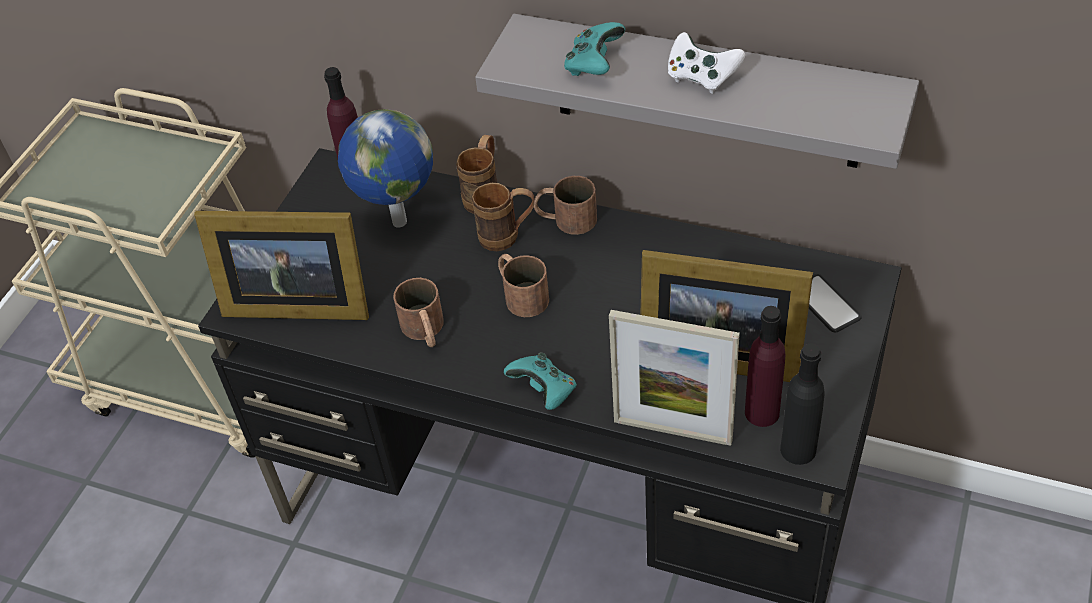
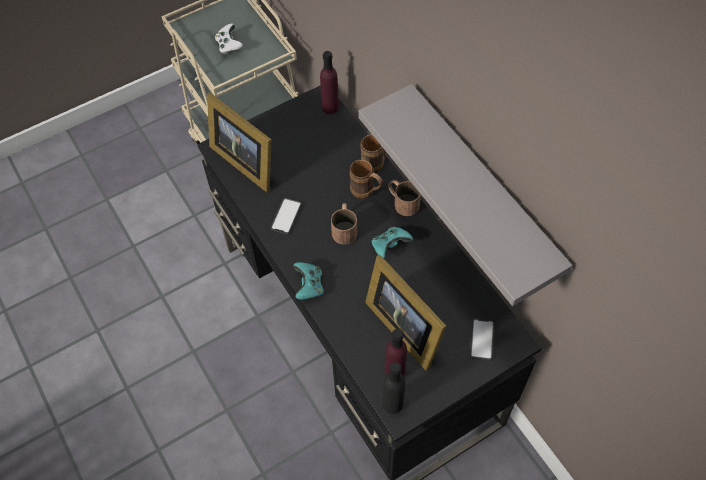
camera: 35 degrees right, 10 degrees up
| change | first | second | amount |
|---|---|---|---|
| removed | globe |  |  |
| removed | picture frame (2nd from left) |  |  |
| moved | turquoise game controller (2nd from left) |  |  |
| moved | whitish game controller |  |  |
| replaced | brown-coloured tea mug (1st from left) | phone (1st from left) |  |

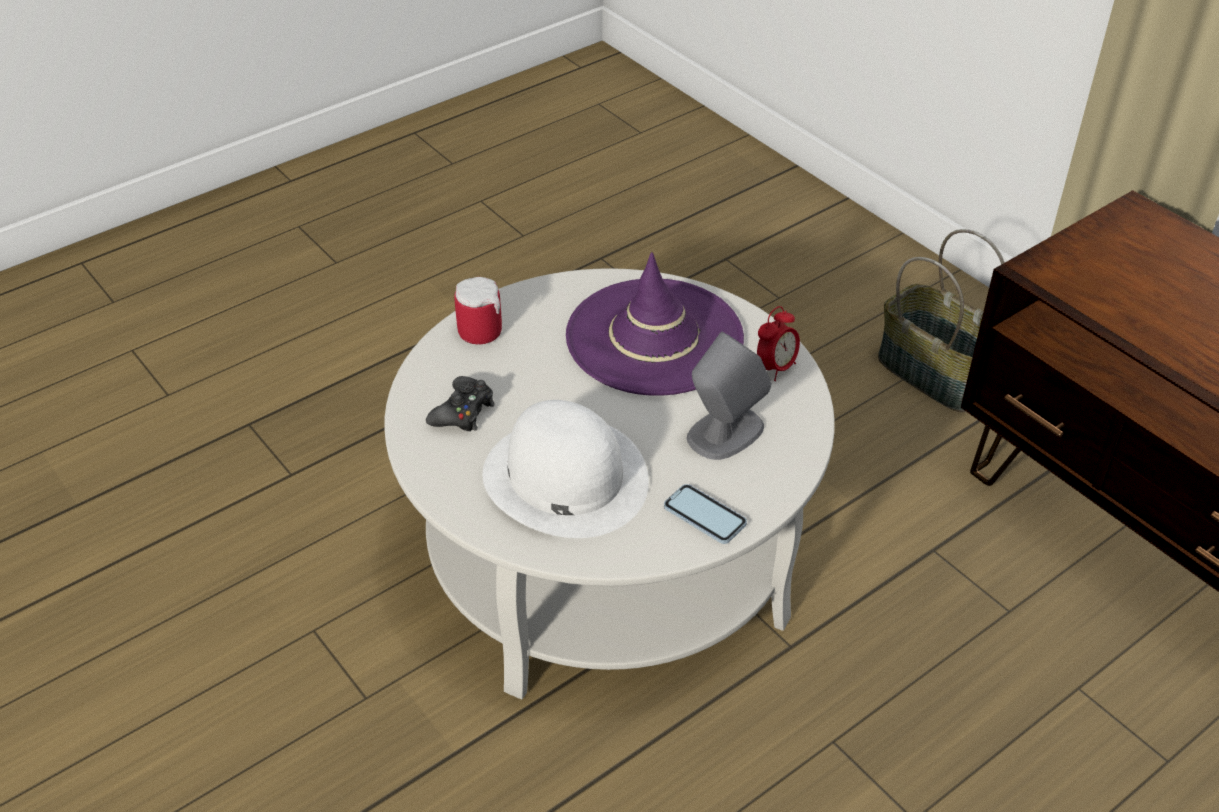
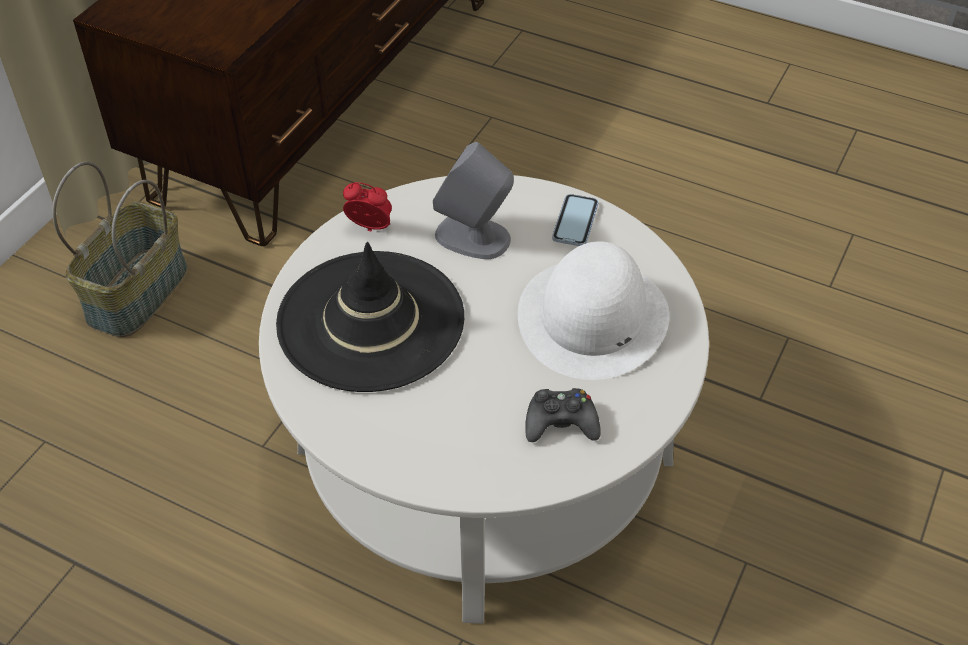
camera: 115 degrees left, 5 degrees up
| change | first | second | amount |
|---|---|---|---|
| removed | tea mug |  |  |
| recoloured | purple hat | black hat |  |

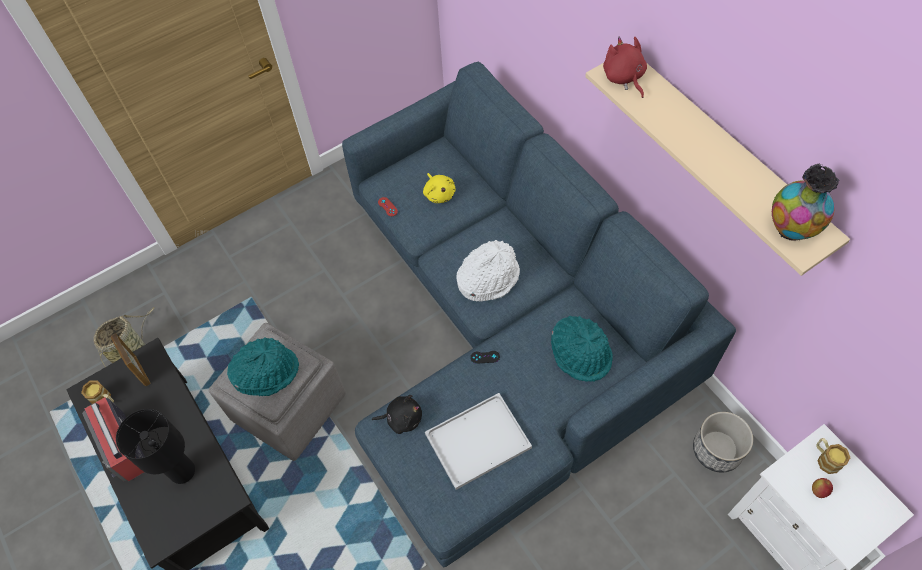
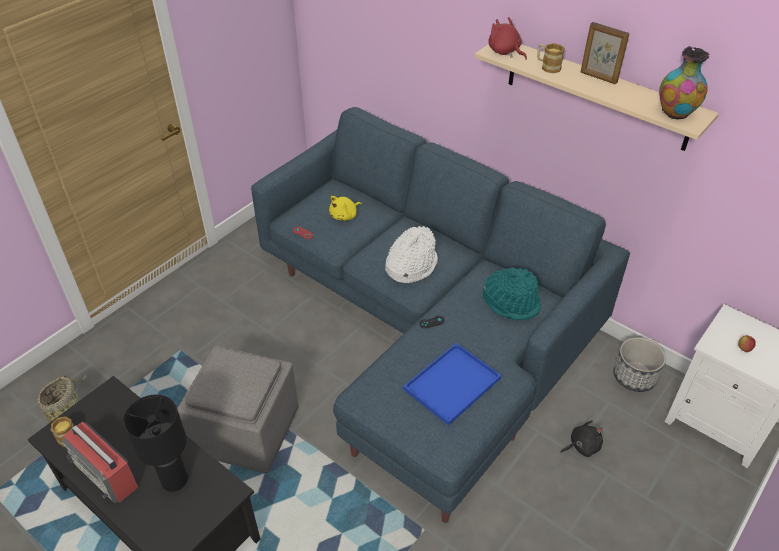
camera: 20 degrees left, 15 degrees down
| change | first | second | amount |
|---|---|---|---|
| removed | turquoise hat (1st from left) |  |  |
| moved | picture frame |  |  |
| moved | black cuddly toy |  |  |
| moved | tea mug (2nd from left) |  |  |
| recoloured | whitish tray | blue-coloured tray |  |
| turned | yellowish cuddly toy |  | 90 degrees clockwise |

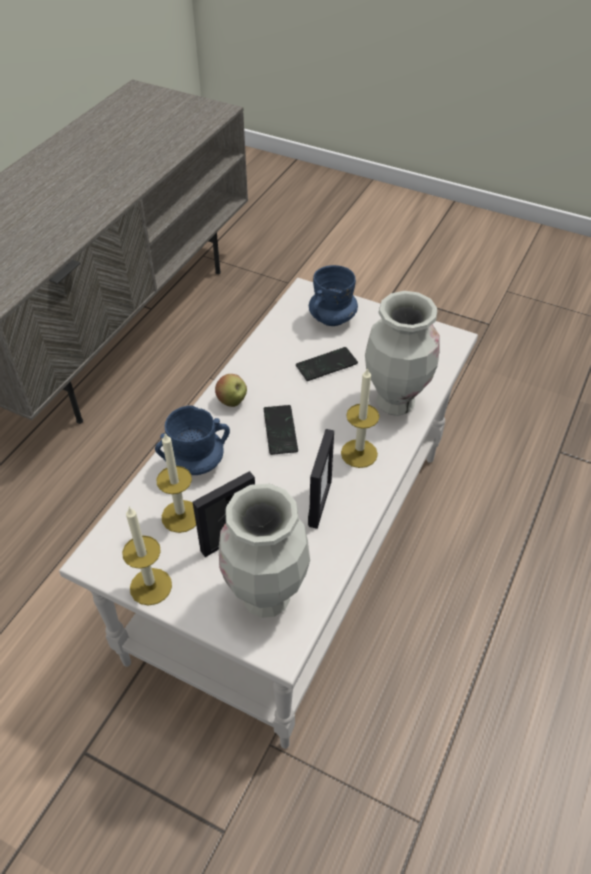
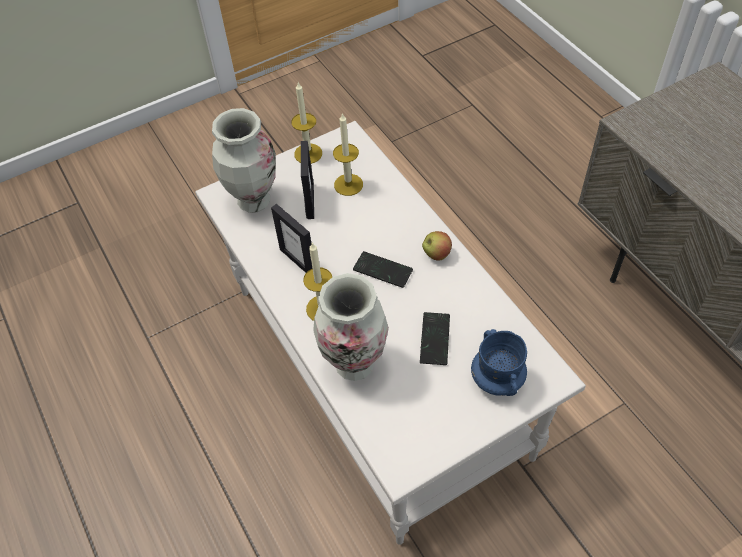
camera: 125 degrees right, 5 degrees up
| change | first | second | amount |
|---|---|---|---|
| removed | blue-coloured tea mug (1st from left) |  |  |

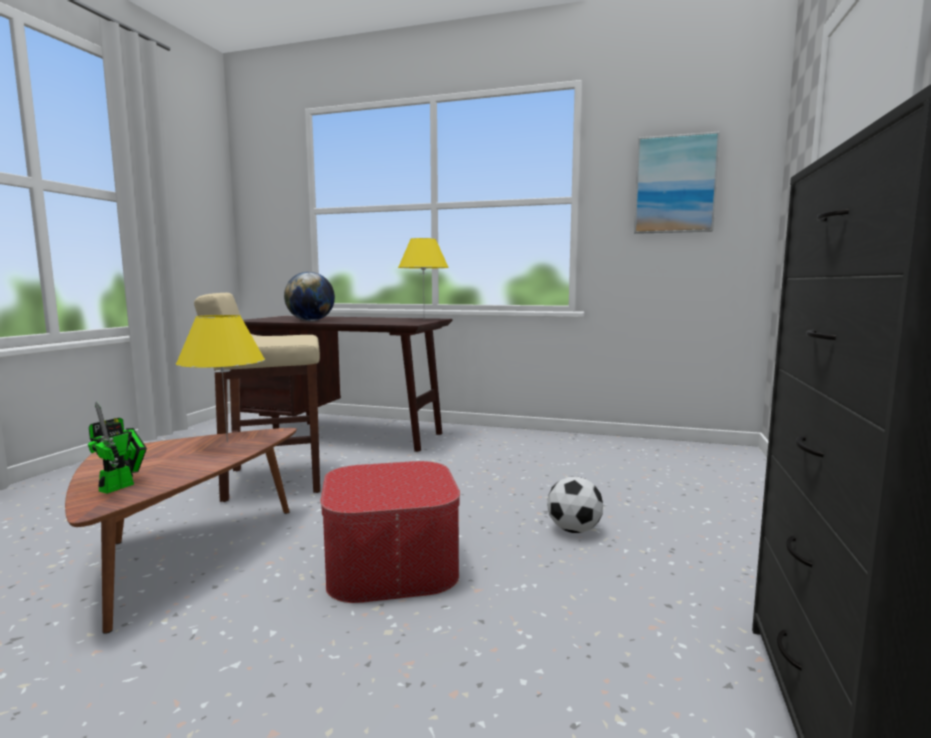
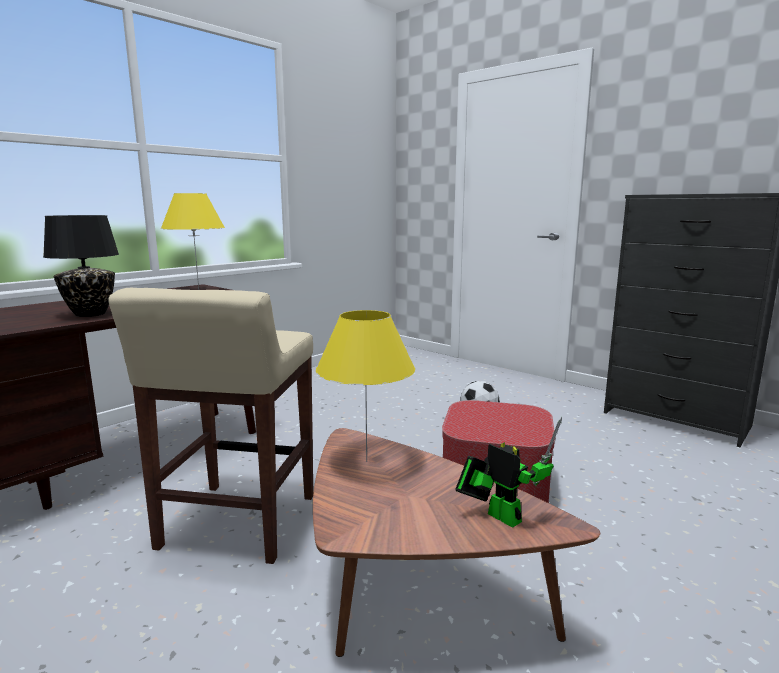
camera: 65 degrees left, 5 degrees up
| change | first | second | amount |
|---|---|---|---|
| removed | wall art |  |  |
| replaced | globe | black lamp for a table |  |

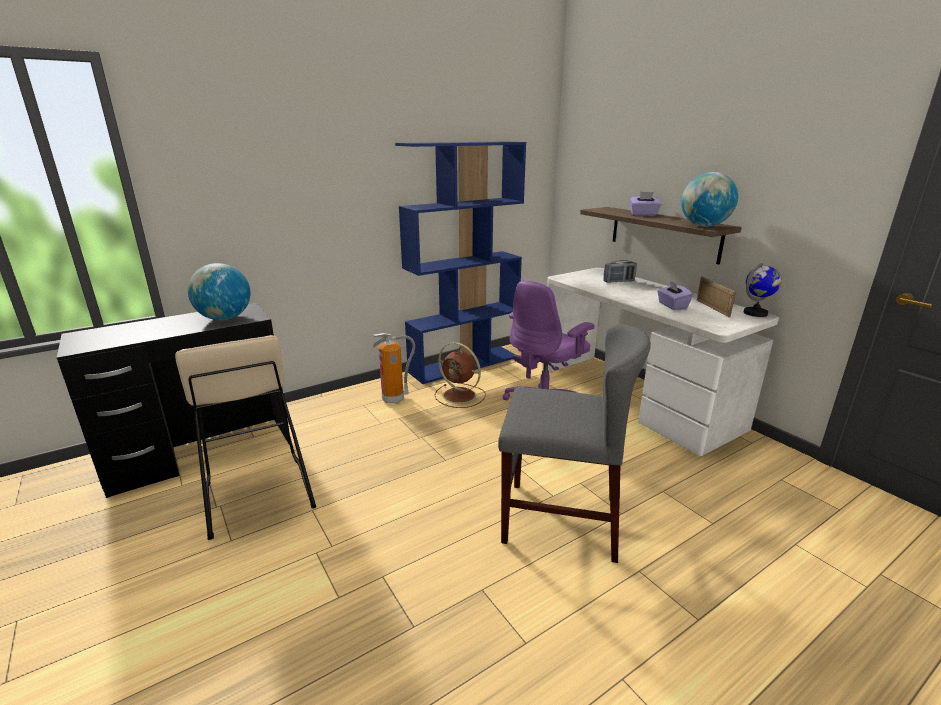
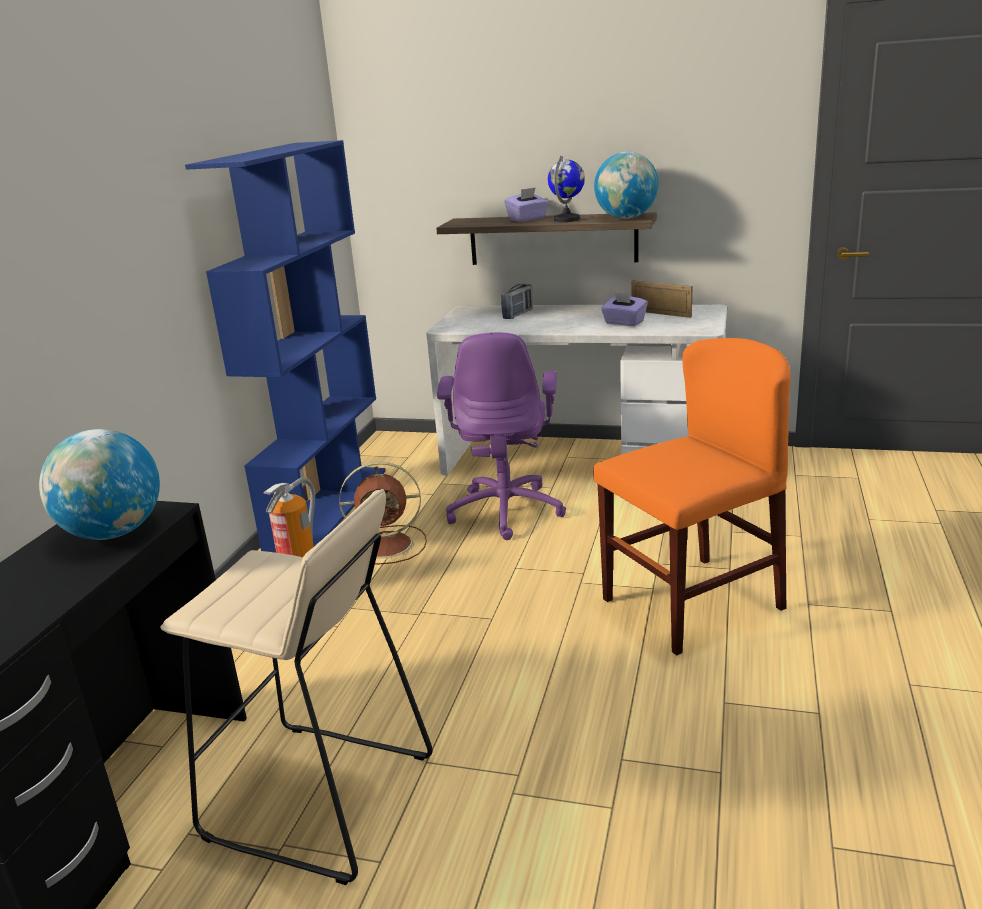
camera: 40 degrees left, 0 degrees up
| change | first | second | amount |
|---|---|---|---|
| moved | globe (3rd from left in the first image) | globe (2nd from left) |  |
| recoloured | grey upright chair | orange-coloured upright chair |  |

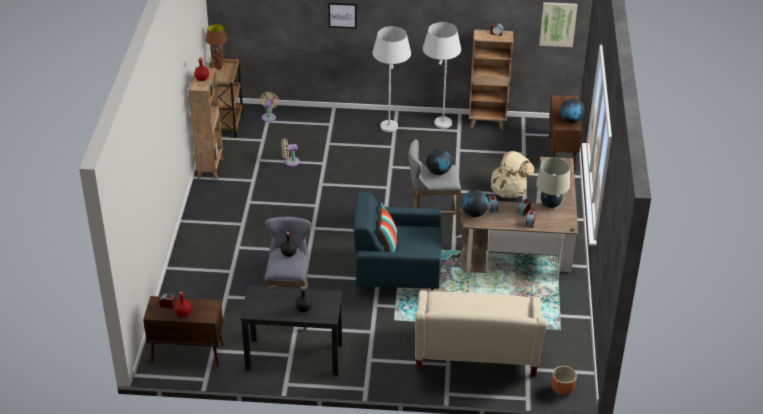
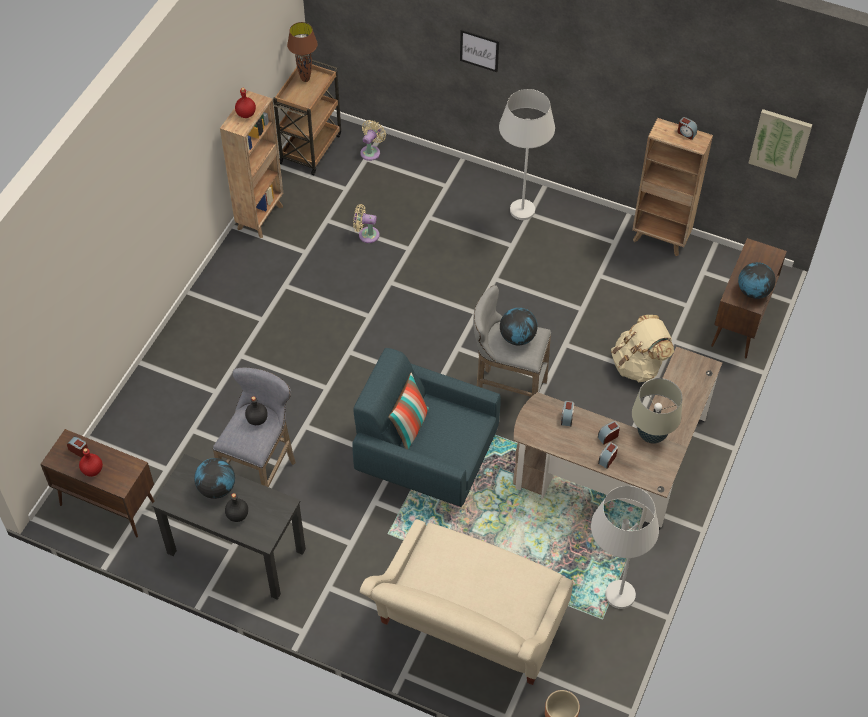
camera: 20 degrees right, 15 degrees up
| change | first | second | amount |
|---|---|---|---|
| moved | whitish standard lamp (2nd from left) |  |  |
| moved | globe (2nd from left in the first image) | globe (1st from left) |  |

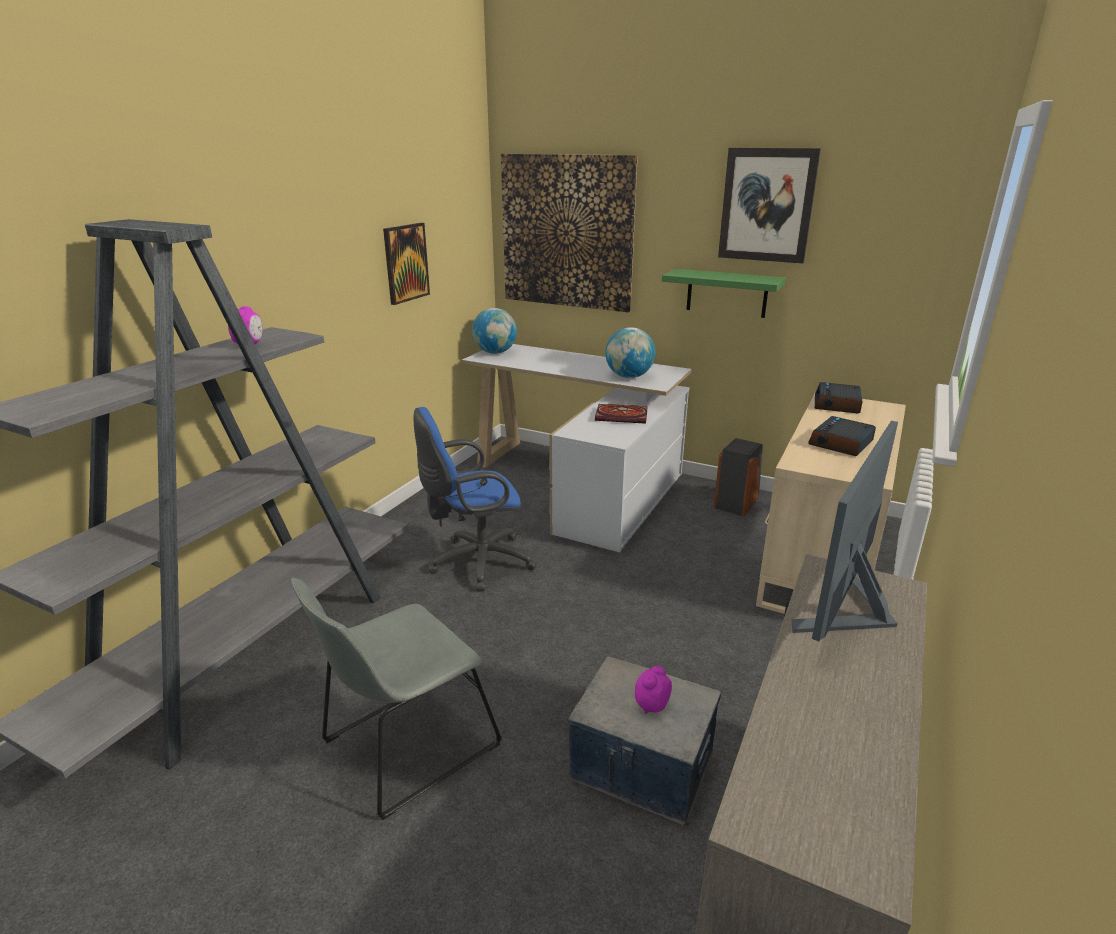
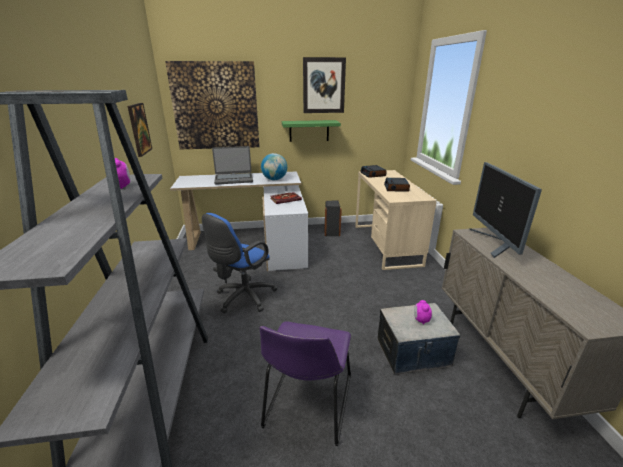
camera: 35 degrees left, 0 degrees up
| change | first | second | amount |
|---|---|---|---|
| removed | globe (1st from left) |  |  |
| added |  | portable computer |  |
| recoloured | grey upright chair | purple upright chair |  |

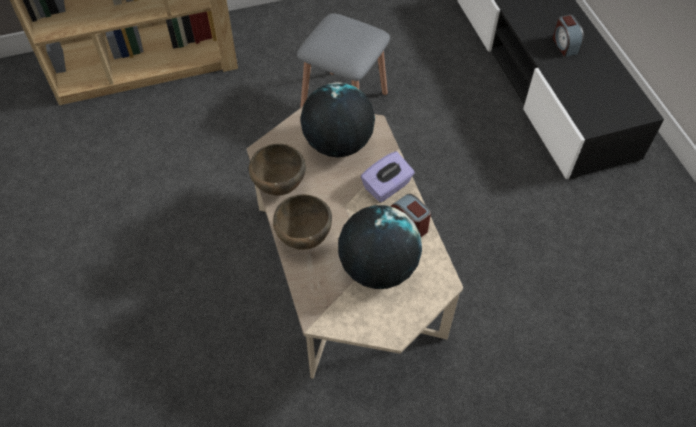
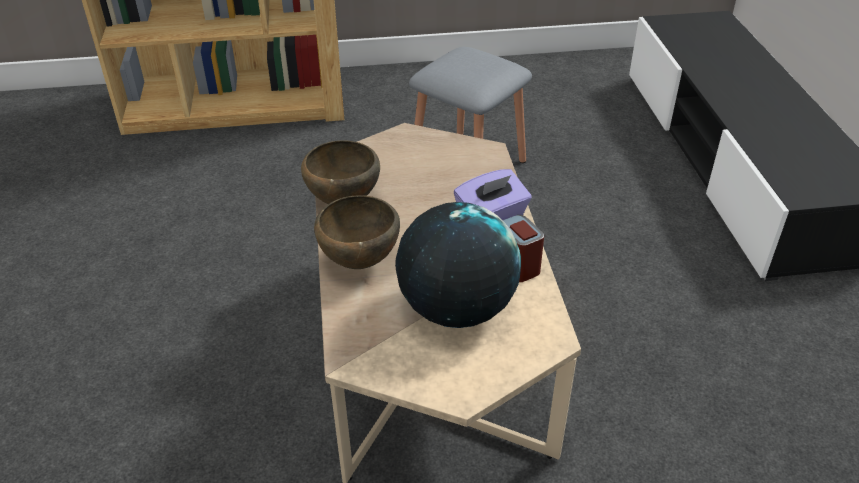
camera: 10 degrees right, 15 degrees down
| change | first | second | amount |
|---|---|---|---|
| removed | globe (1st from left) |  |  |
| removed | alarm clock (2nd from left) |  |  |

